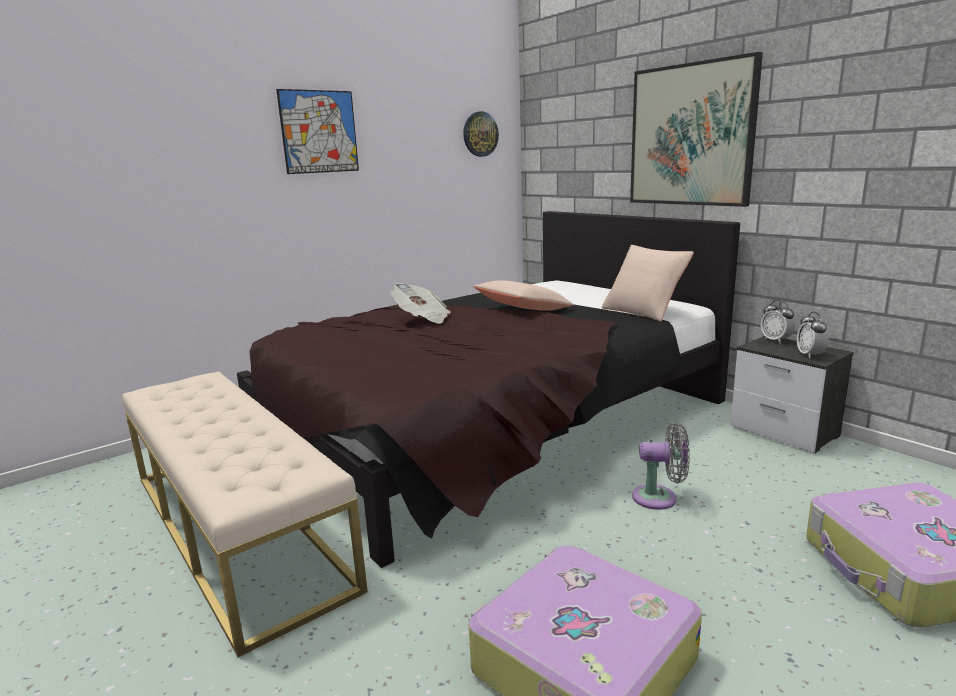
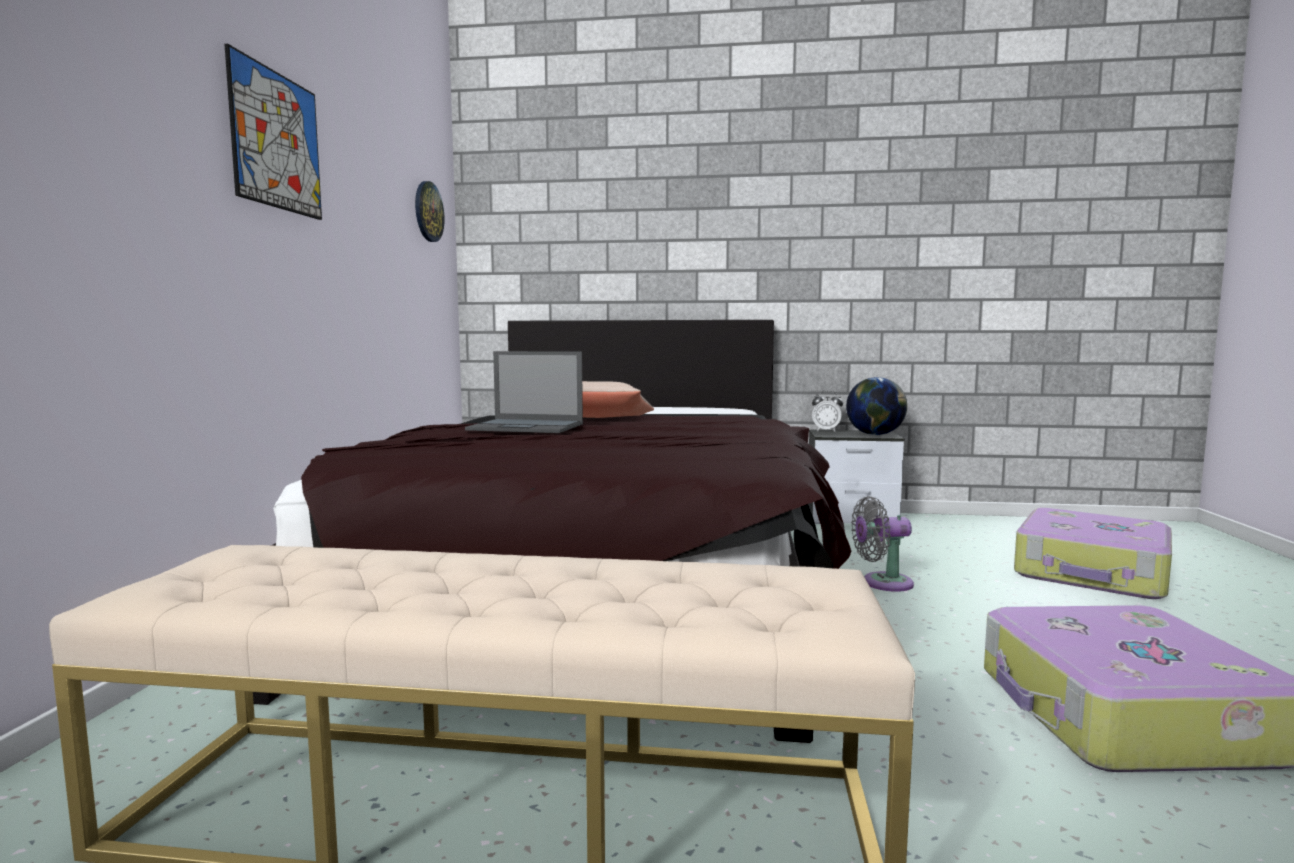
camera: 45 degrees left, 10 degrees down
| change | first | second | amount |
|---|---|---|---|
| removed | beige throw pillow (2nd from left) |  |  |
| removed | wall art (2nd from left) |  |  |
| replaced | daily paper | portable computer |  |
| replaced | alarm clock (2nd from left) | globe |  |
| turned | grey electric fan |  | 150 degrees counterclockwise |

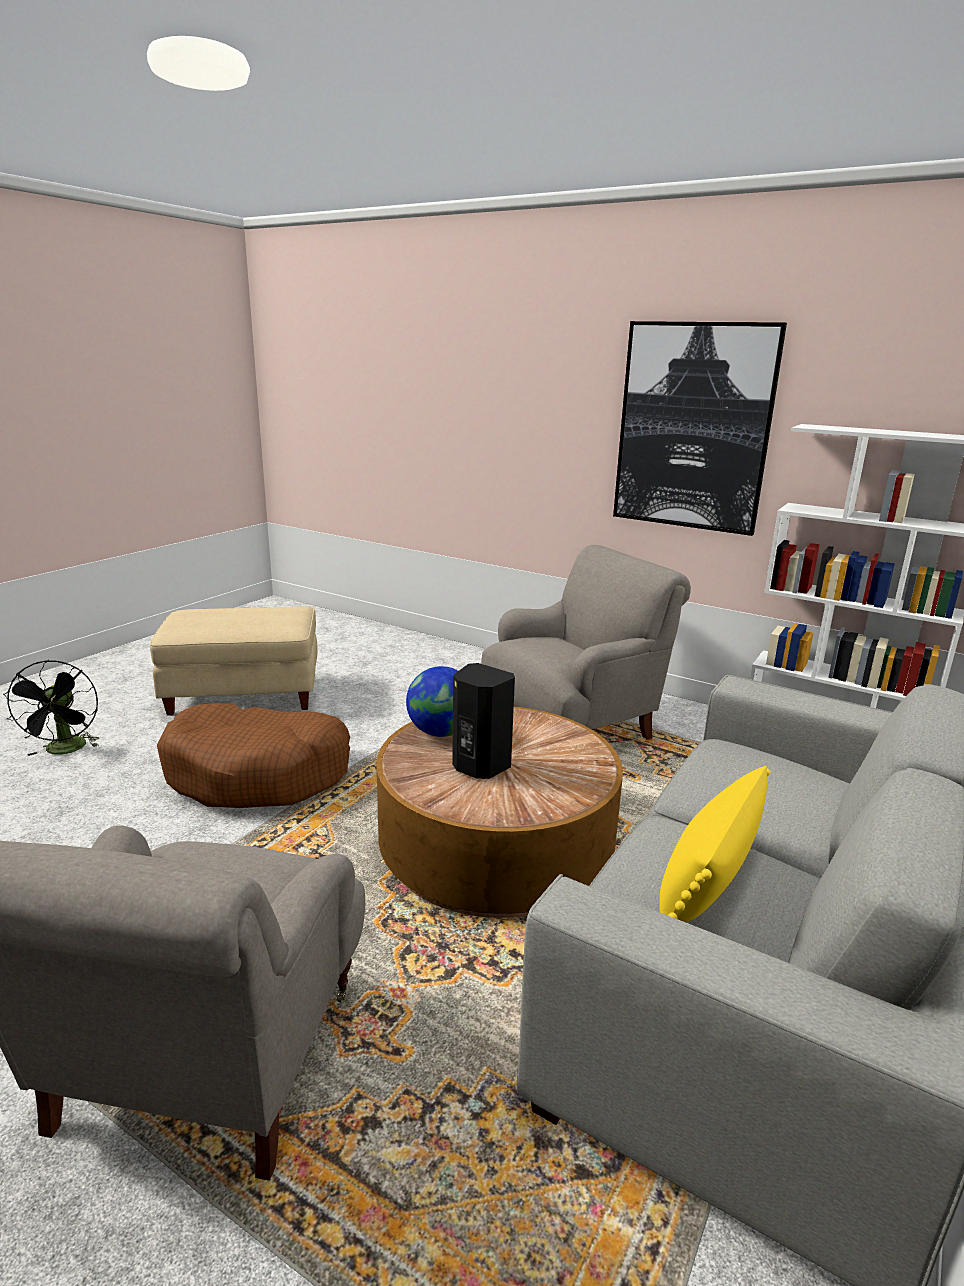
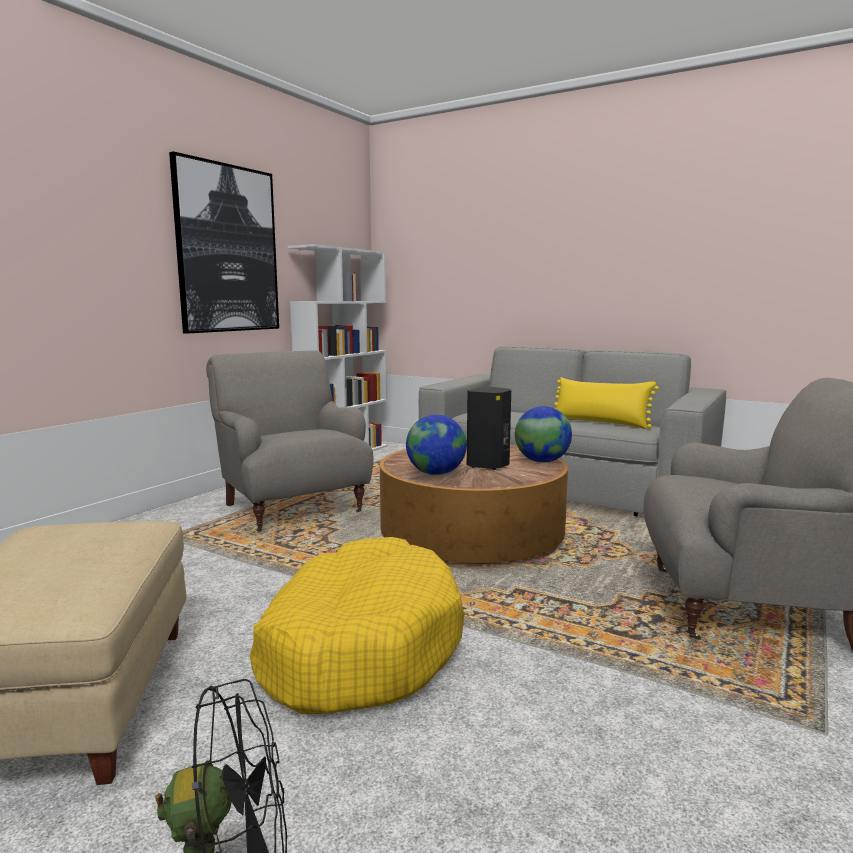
camera: 90 degrees left, 10 degrees down
| change | first | second | amount |
|---|---|---|---|
| added |  | globe (2nd from left) |  |
| recoloured | brown-coloured dog bed | yellowish dog bed |  |

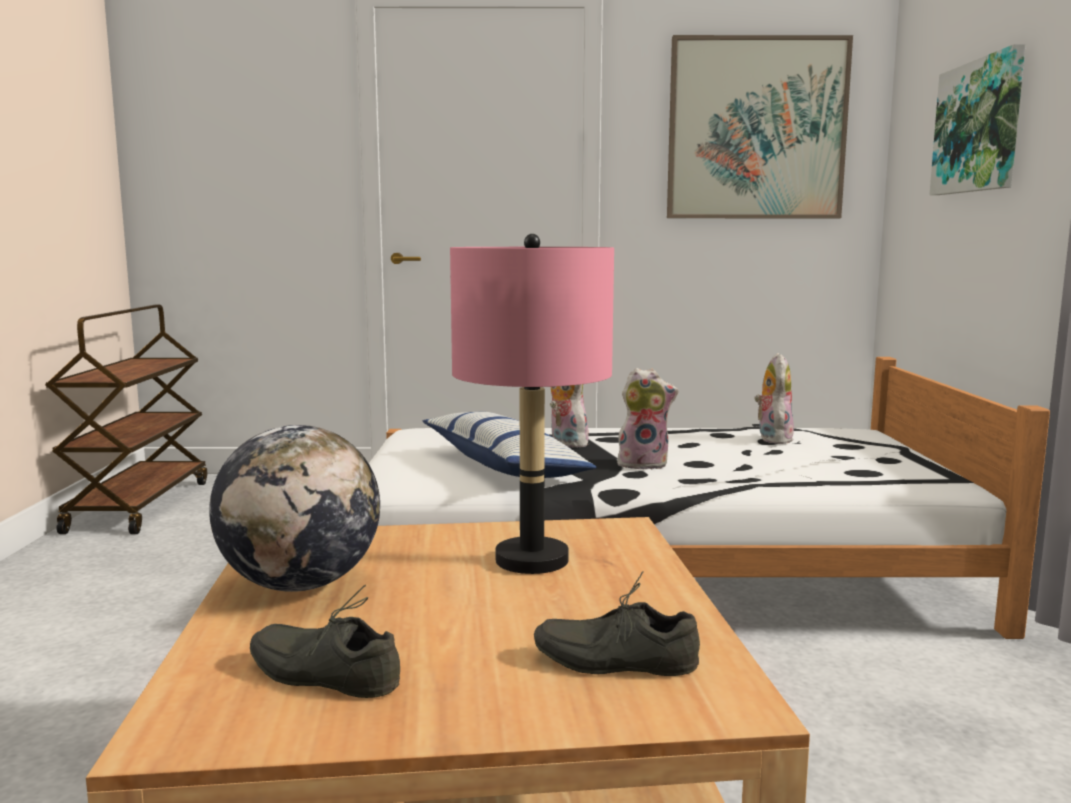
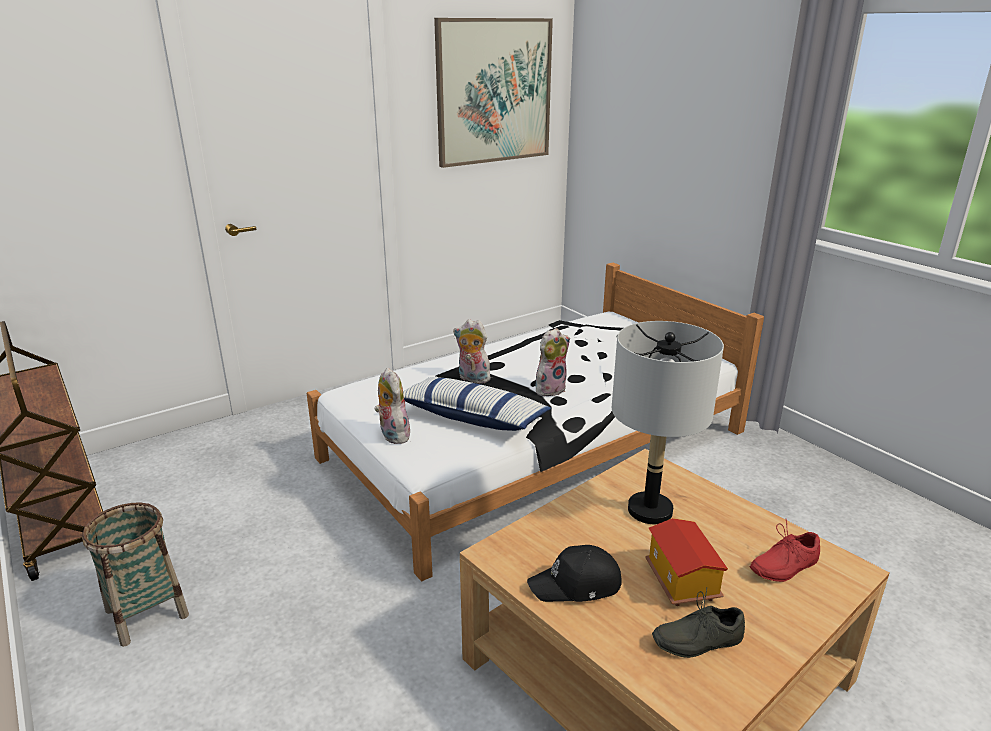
camera: 35 degrees left, 15 degrees up
| change | first | second | amount |
|---|---|---|---|
| removed | wall art (2nd from left) |  |  |
| added |  | household basket |  |
| added |  | toy house |  |
| moved | cuddly toy (3rd from left in the first image) | cuddly toy (1st from left) |  |
| replaced | globe | black cap |  |
| recoloured | pink lamp for a table | grey lamp for a table |  |
| recoloured | grey item of footwear (2nd from left) | red-coloured item of footwear |  |

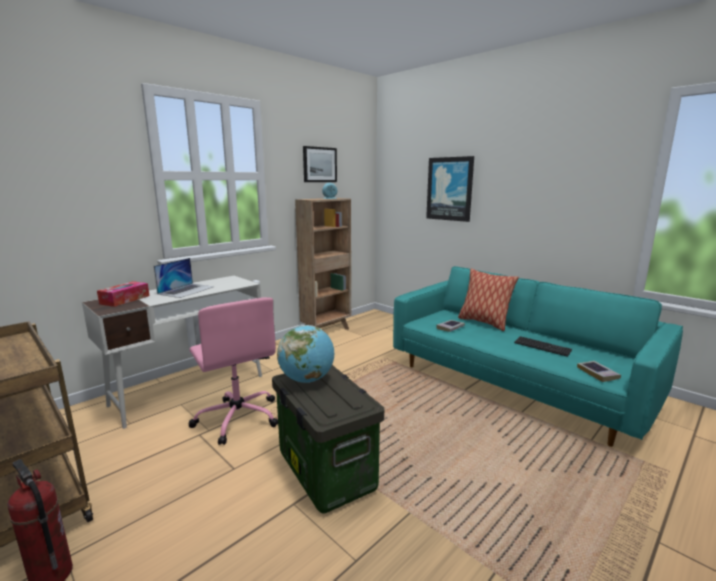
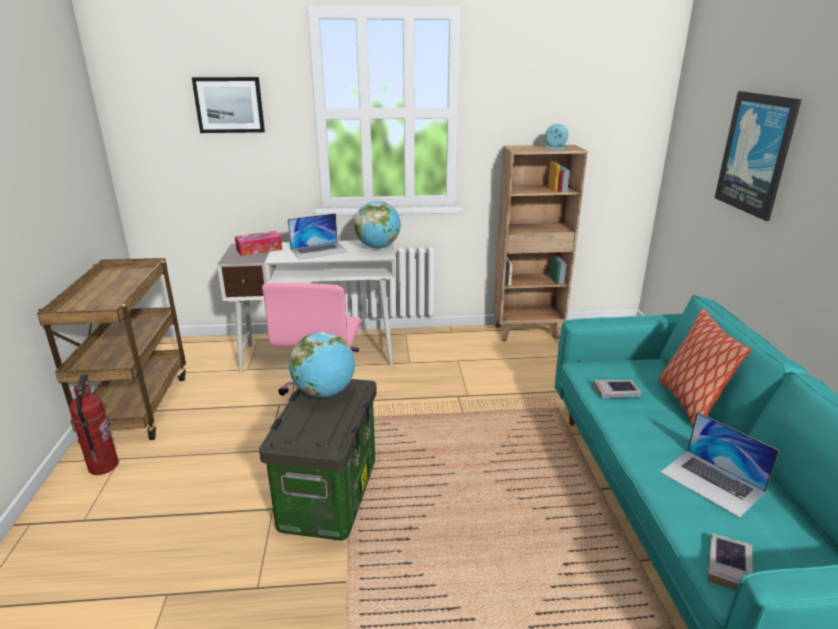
camera: 40 degrees right, 10 degrees up
| change | first | second | amount |
|---|---|---|---|
| added |  | globe (2nd from left) |  |
| moved | wall art (1st from left) |  |  |
| replaced | PC keyboard | portable computer (2nd from left) |  |

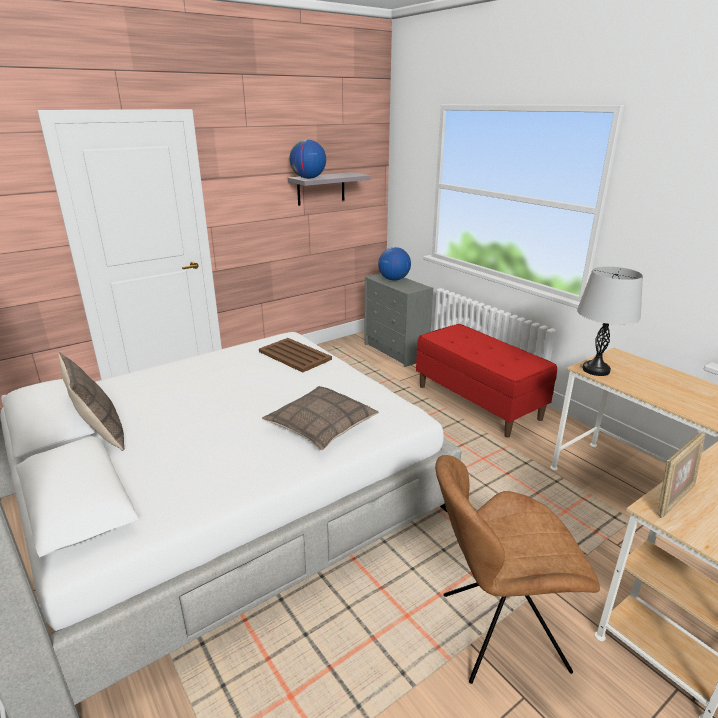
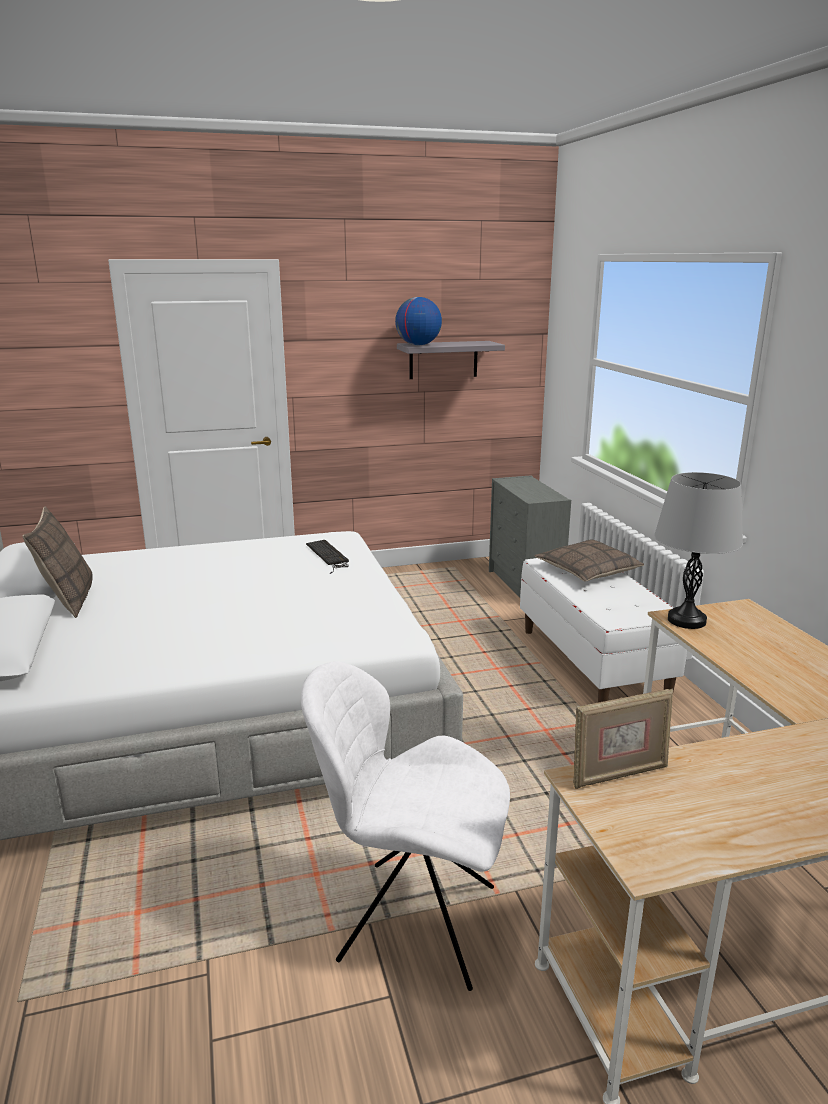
camera: 20 degrees right, 5 degrees down
| change | first | second | amount |
|---|---|---|---|
| removed | globe (2nd from left) |  |  |
| moved | throw pillow (2nd from left) |  |  |
| replaced | brown-coloured tray | PC keyboard |  |
| recoloured | red-coloured bench | whitish bench |  |
| recoloured | brown-coloured upright chair | whitish upright chair |  |

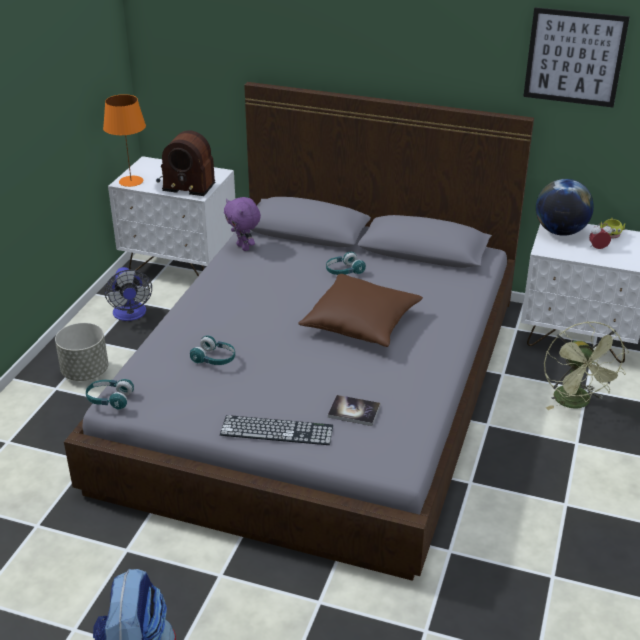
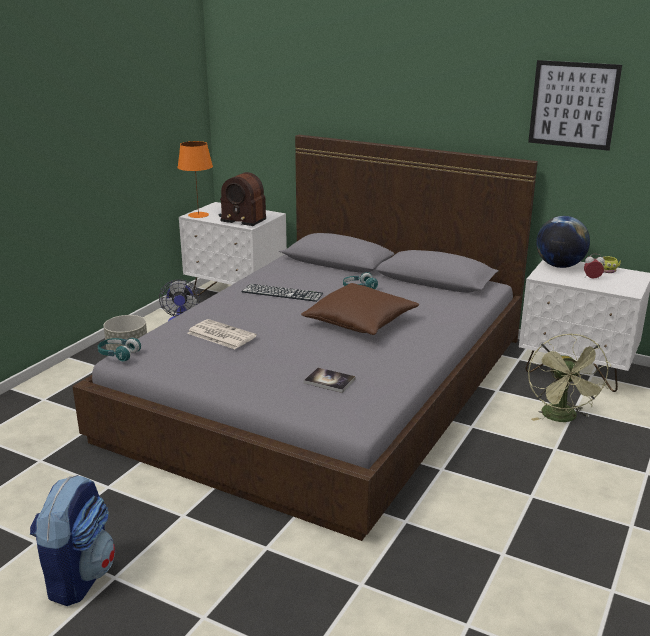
camera: 10 degrees right, 10 degrees down
| change | first | second | amount |
|---|---|---|---|
| removed | purple cuddly toy |  |  |
| moved | PC keyboard |  |  |
| replaced | turquoise headphones (2nd from left) | daily paper |  |

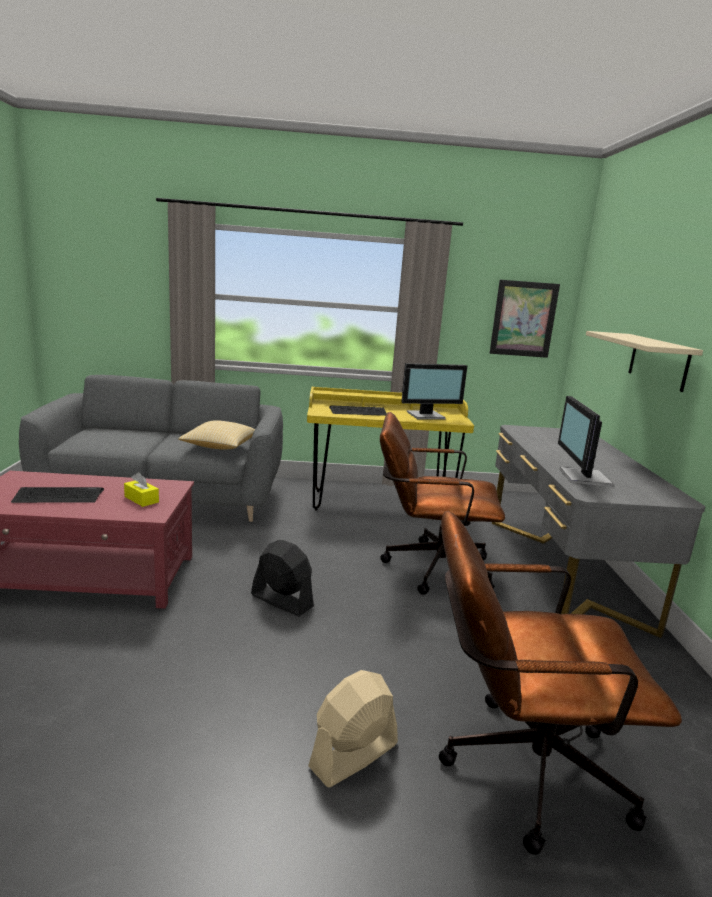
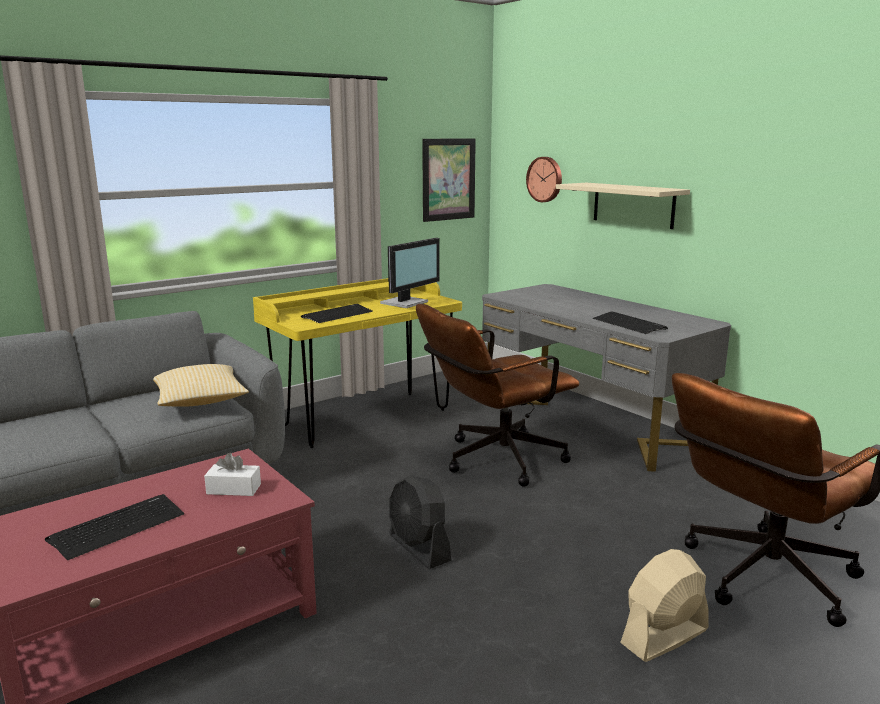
camera: 35 degrees left, 0 degrees up
| change | first | second | amount |
|---|---|---|---|
| added |  | clock on the wall |  |
| replaced | monitor (2nd from left) | PC keyboard (3rd from left) |  |
| recoloured | yellowish tissue box | whitish tissue box |  |
| turned | black electric fan |  | 120 degrees counterclockwise |
| turned | beige electric fan |  | 45 degrees clockwise |

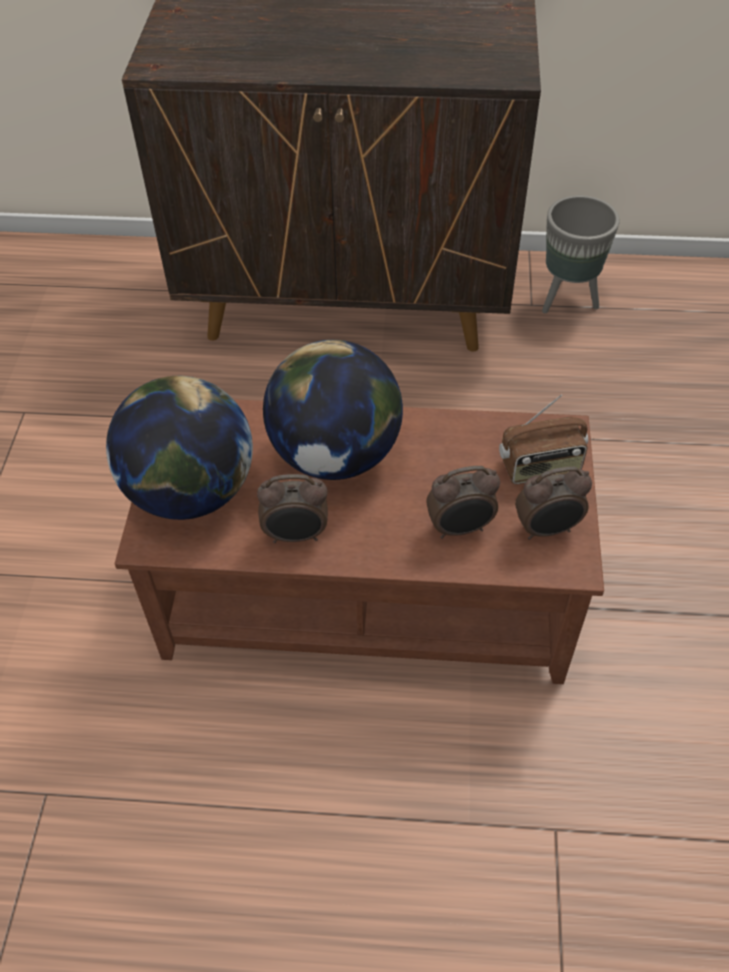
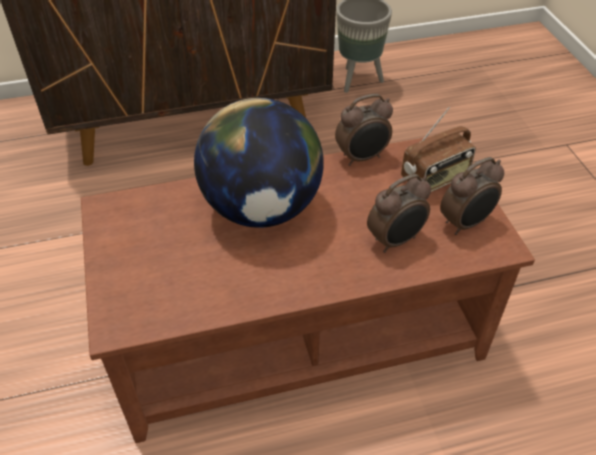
camera: 20 degrees left, 5 degrees down
| change | first | second | amount |
|---|---|---|---|
| removed | globe (1st from left) |  |  |
| moved | alarm clock (1st from left) |  |  |

